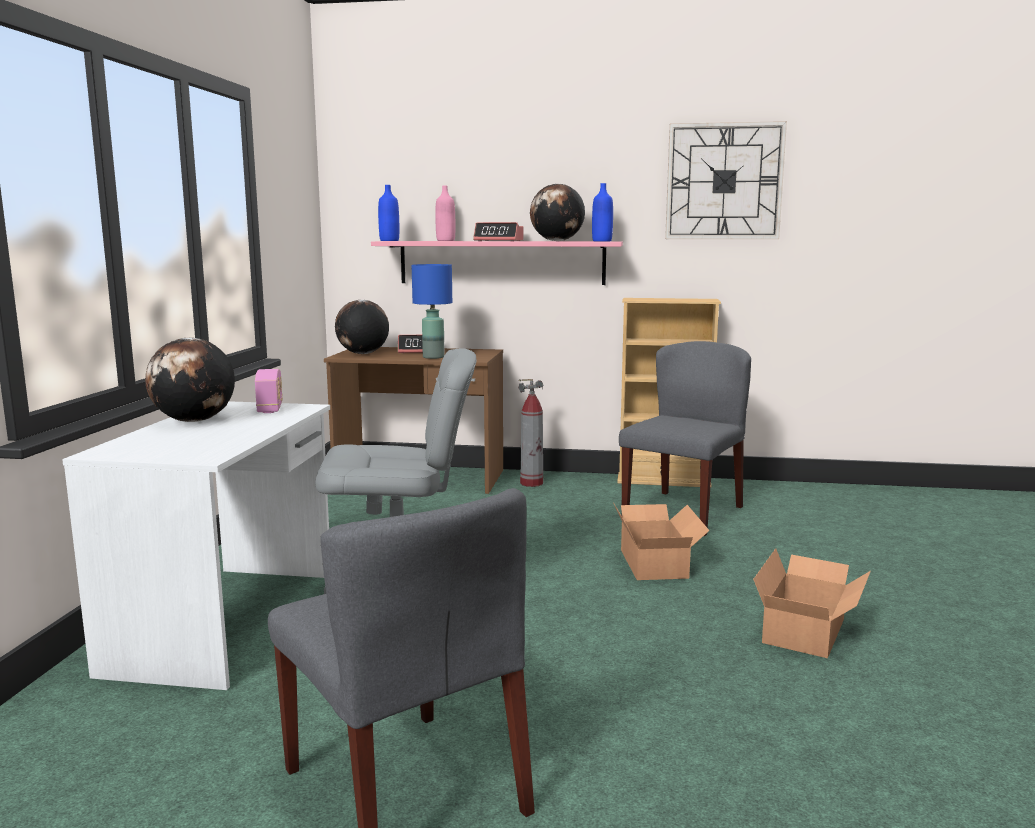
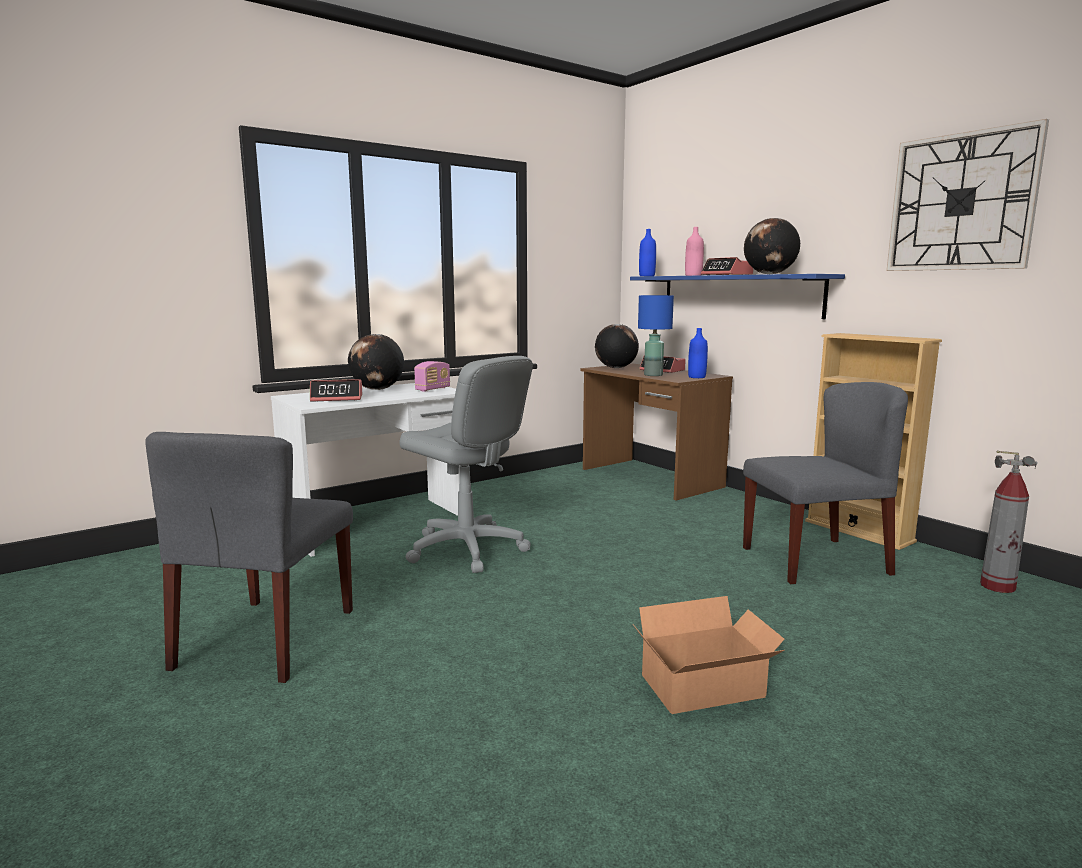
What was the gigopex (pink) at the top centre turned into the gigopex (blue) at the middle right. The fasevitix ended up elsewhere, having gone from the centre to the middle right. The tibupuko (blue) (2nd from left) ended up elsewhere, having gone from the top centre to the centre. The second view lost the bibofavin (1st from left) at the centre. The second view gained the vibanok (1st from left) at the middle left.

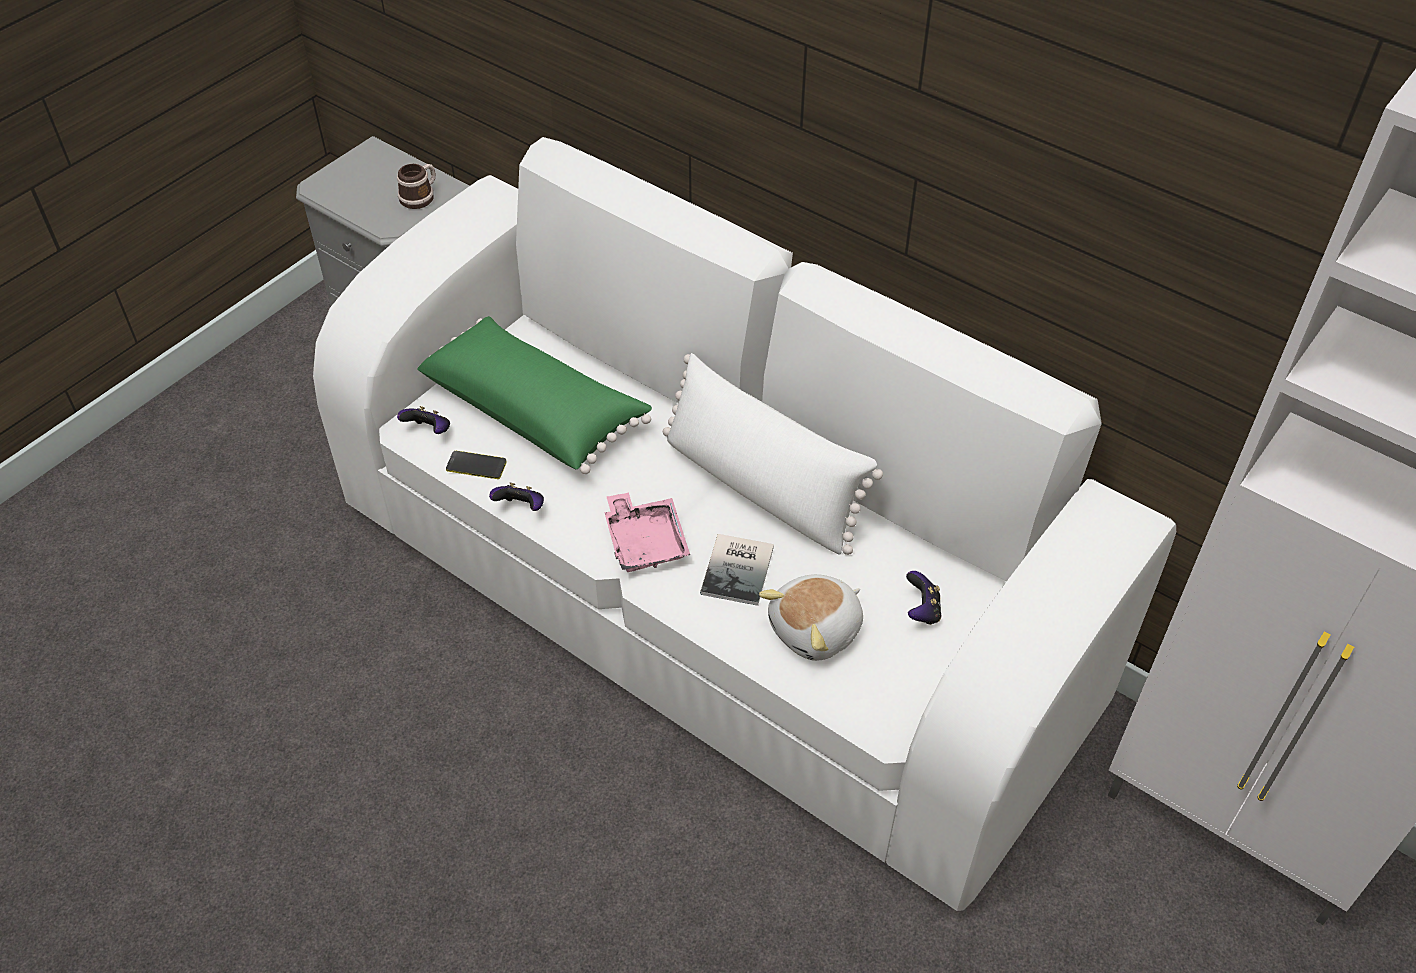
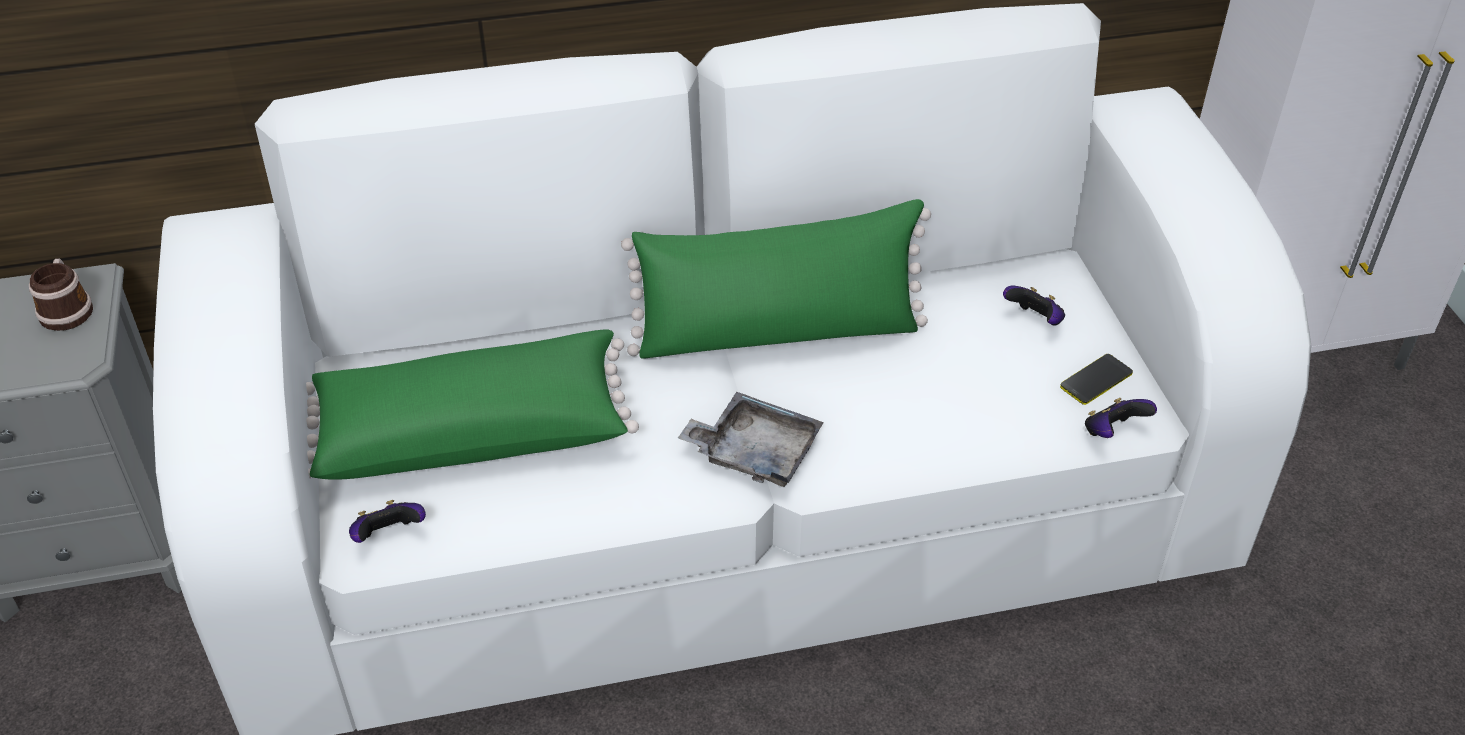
The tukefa ended up elsewhere, having gone from the centre to the middle right. The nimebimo (2nd from left in the first image) ended up elsewhere, having gone from the centre to the middle right. What was the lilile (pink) at the centre turned into the lilile (grey) at the centre. What was the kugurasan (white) at the centre turned into the kugurasan (green) (2nd from left) at the centre. The second view lost the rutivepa at the centre. The second view lost the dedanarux at the centre.

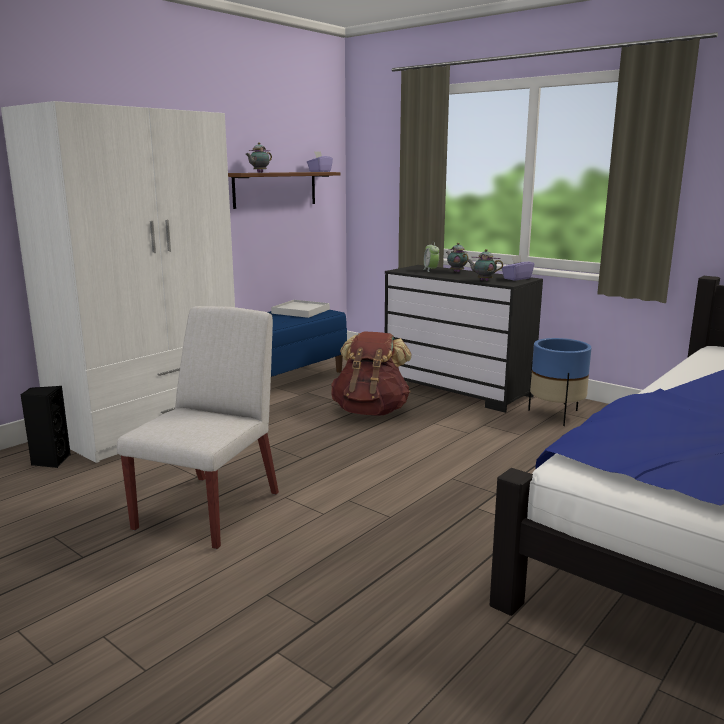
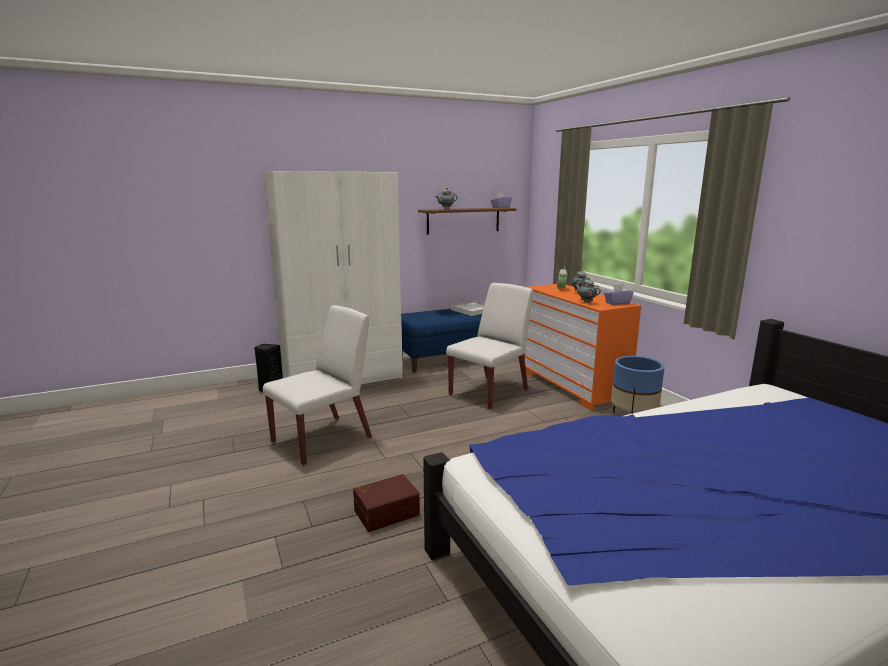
Where the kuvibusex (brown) stood at the centre, the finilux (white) (2nd from left) came to stand at the centre. What was the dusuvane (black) at the centre turned into the dusuvane (orange) at the centre. The second view gained the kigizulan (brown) at the bottom centre.

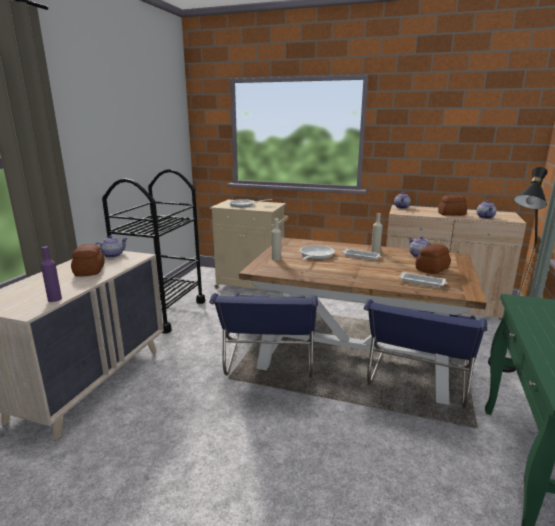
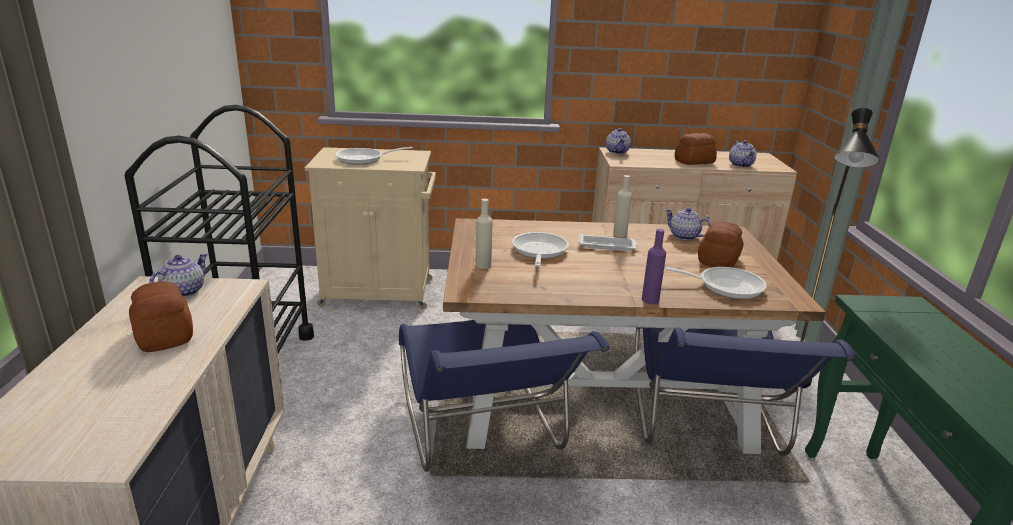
The tibupuko (purple) ended up elsewhere, having gone from the middle left to the centre. Where the lilile (white) (2nd from left) stood at the middle right, the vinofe (3rd from left) came to stand at the middle right.

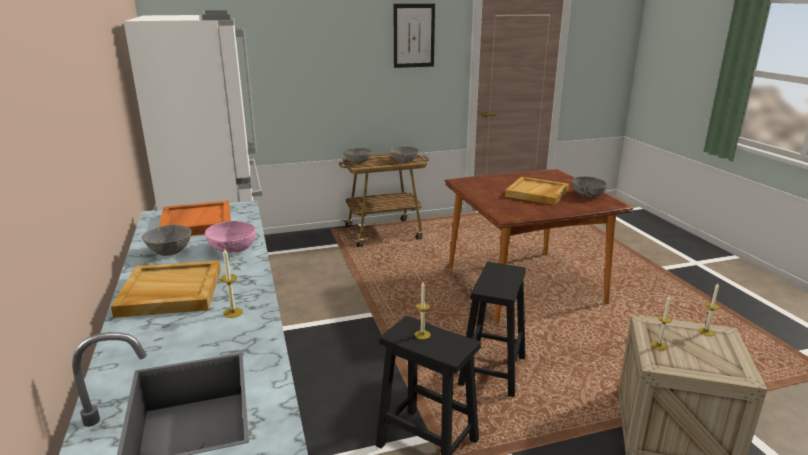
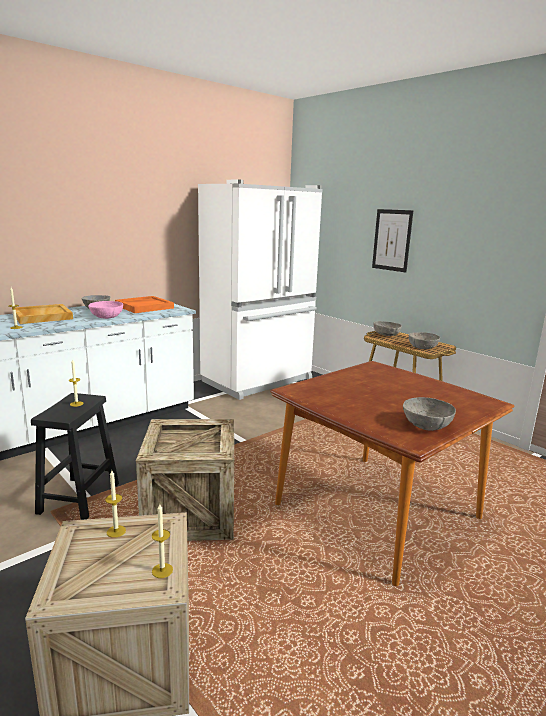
The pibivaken ended up elsewhere, having gone from the top centre to the middle right. Where the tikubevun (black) (2nd from left) stood at the bottom centre, the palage (2nd from left) came to stand at the bottom centre. The second view lost the lilile (beige) (2nd from left) at the centre.

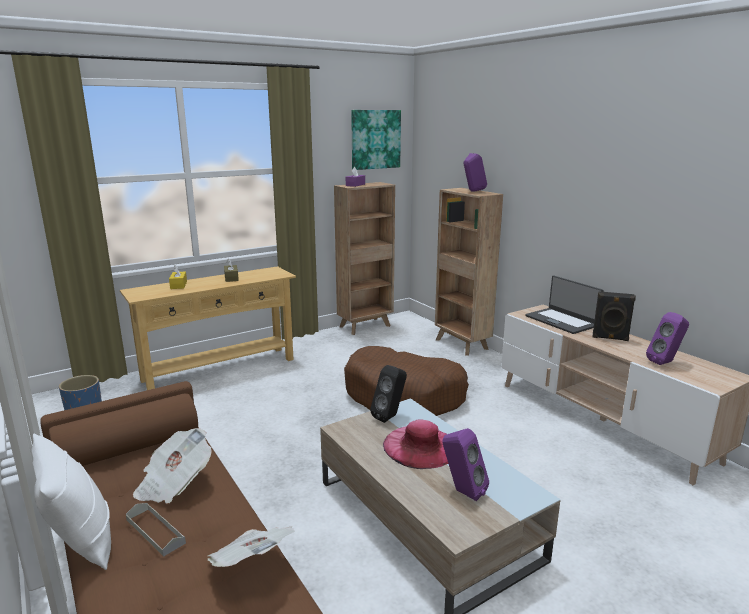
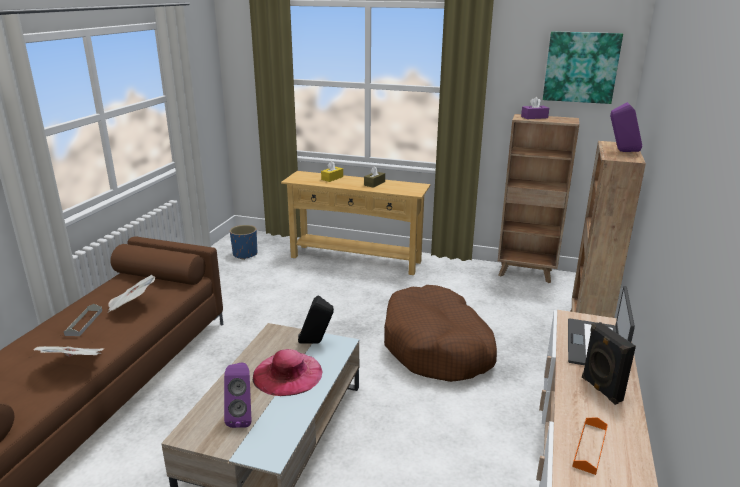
The second view lost the kugurasan (white) at the bottom left. Where the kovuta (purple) (3rd from left) stood at the middle right, the lilile (orange) came to stand at the bottom right.

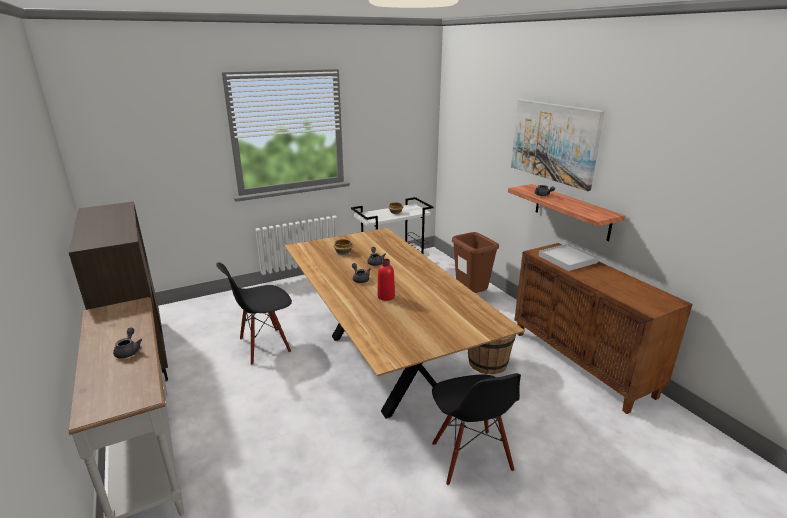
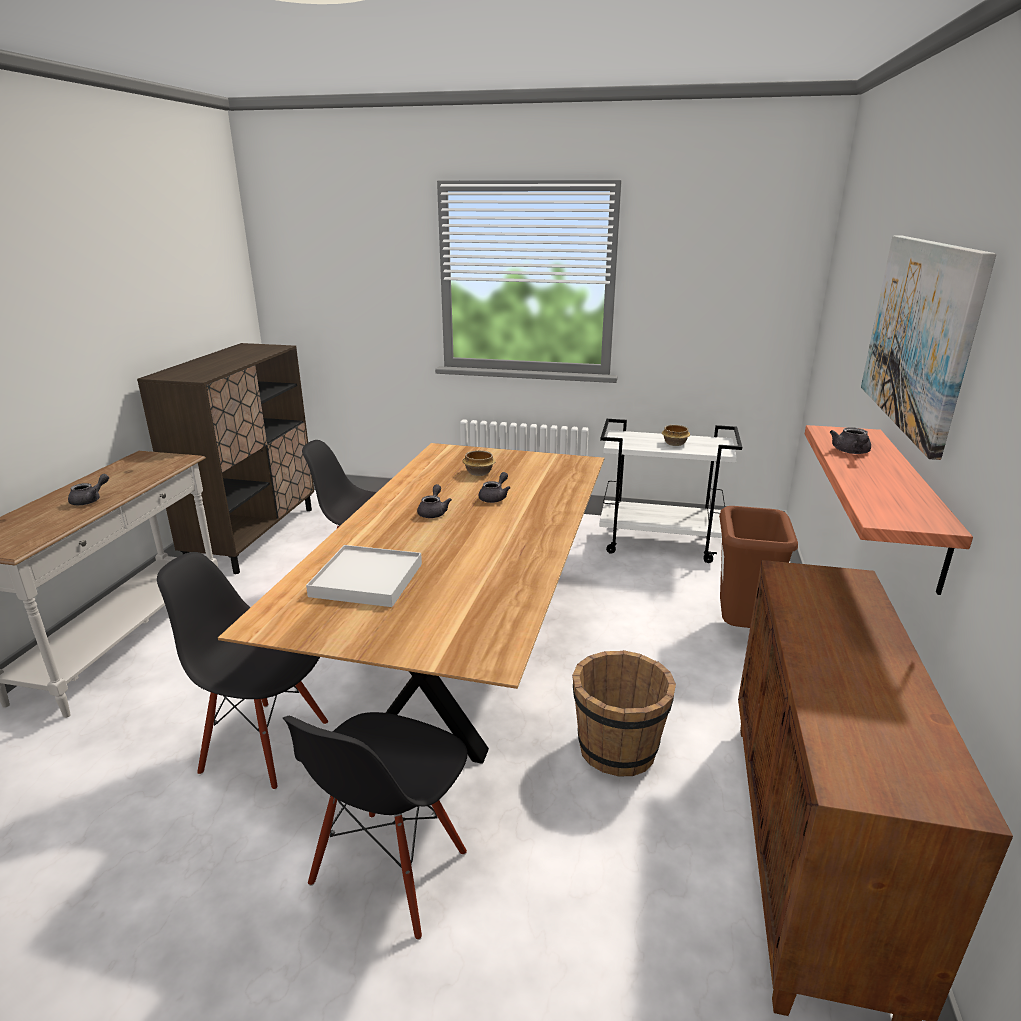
The second view lost the tibupuko (red) at the centre. The lilile (white) ended up elsewhere, having gone from the middle right to the centre. The second view gained the finilux (black) (1st from left) at the middle left.

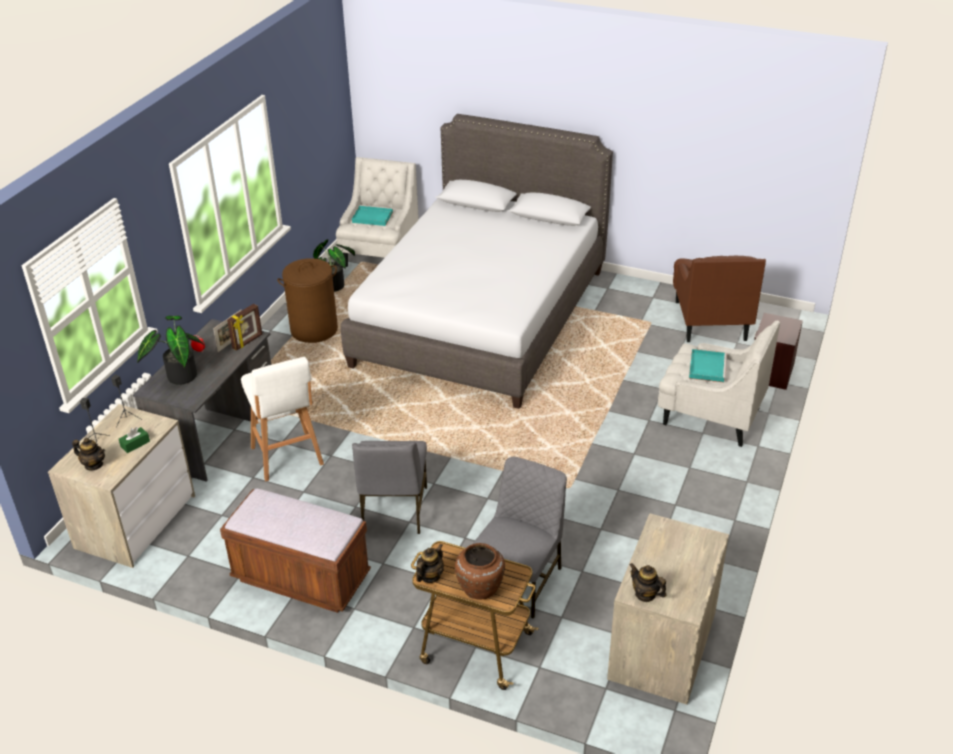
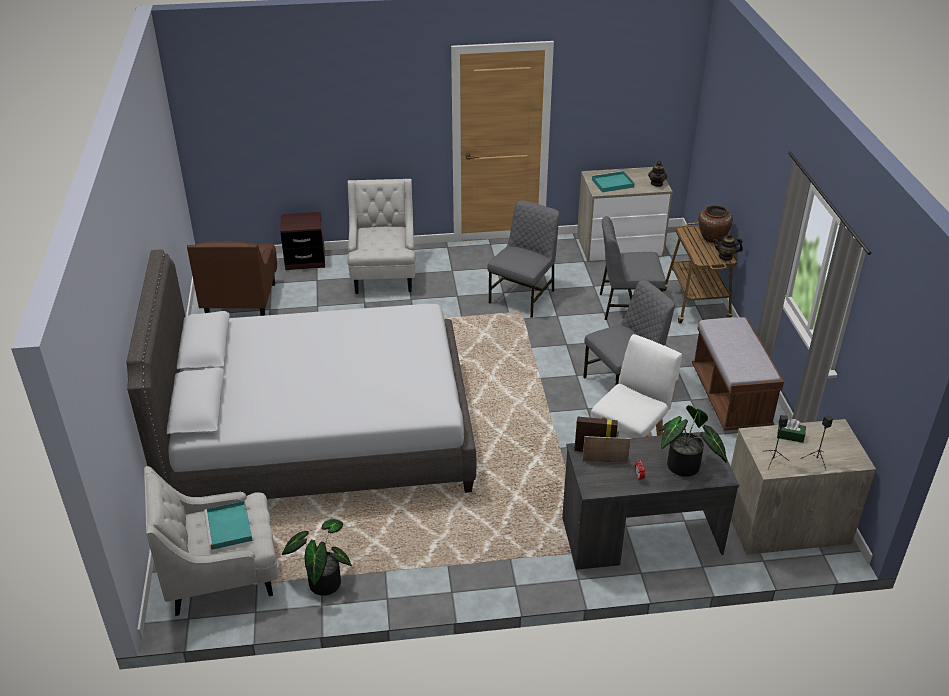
The second view lost the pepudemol (1st from left) at the middle left. The second view lost the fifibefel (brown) at the middle left. The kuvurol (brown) at the middle right ended up facing another way, 120 degrees clockwise from before. The lilile (turquoise) (2nd from left) ended up elsewhere, having gone from the middle right to the top centre. The second view gained the finilux (grey) (1st from left) at the centre.

